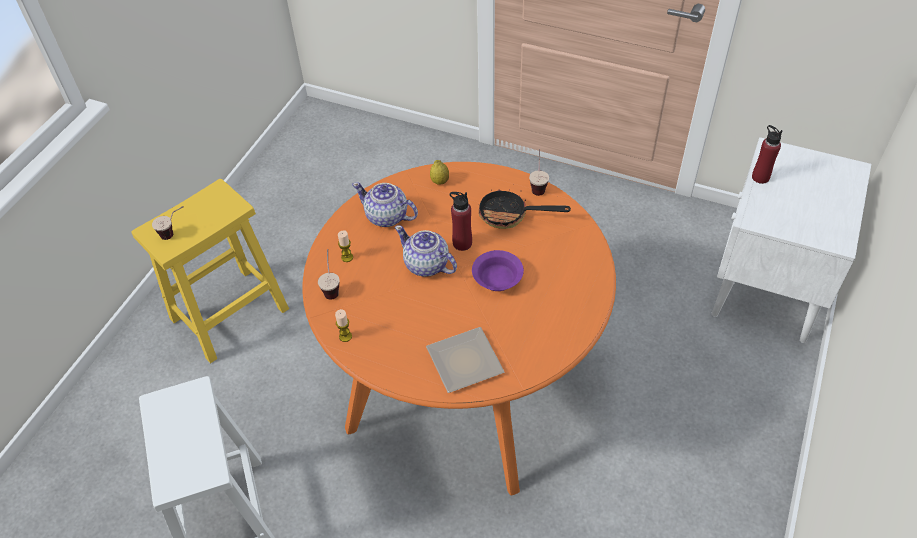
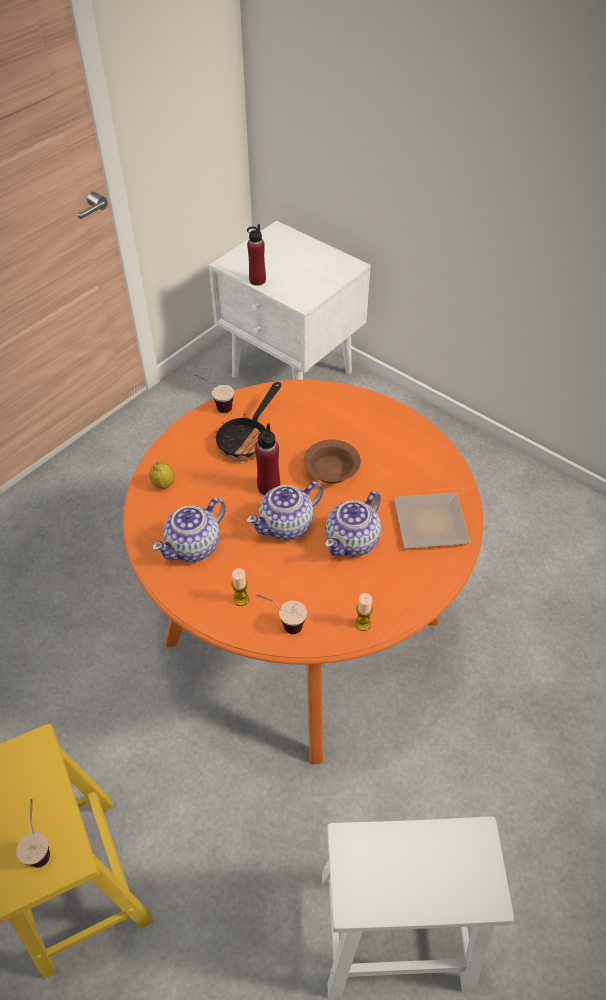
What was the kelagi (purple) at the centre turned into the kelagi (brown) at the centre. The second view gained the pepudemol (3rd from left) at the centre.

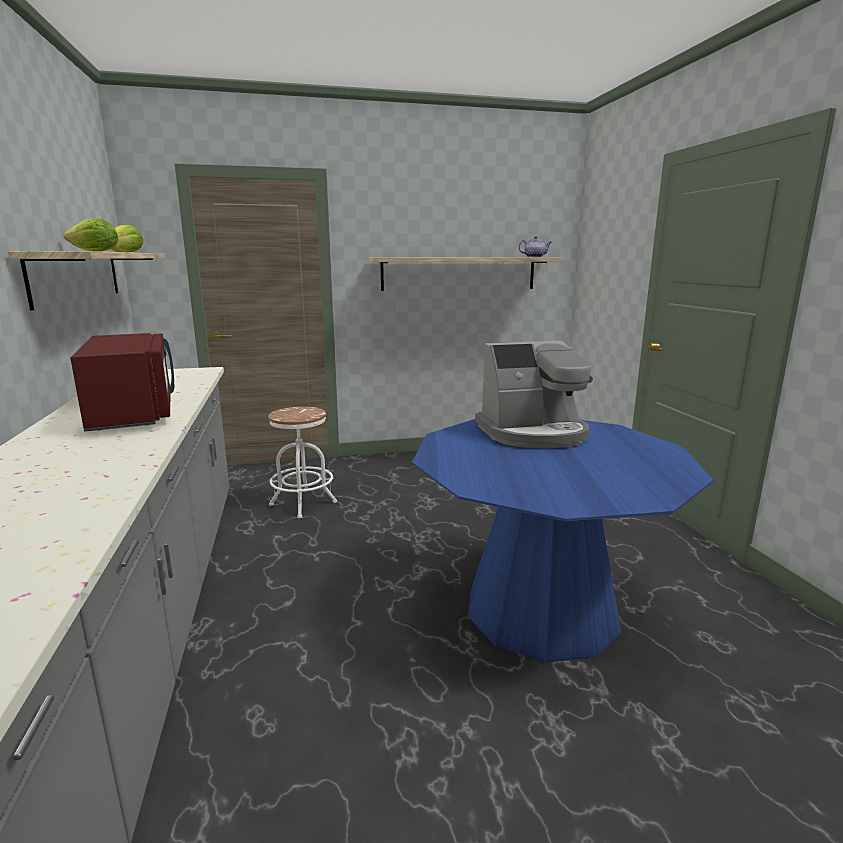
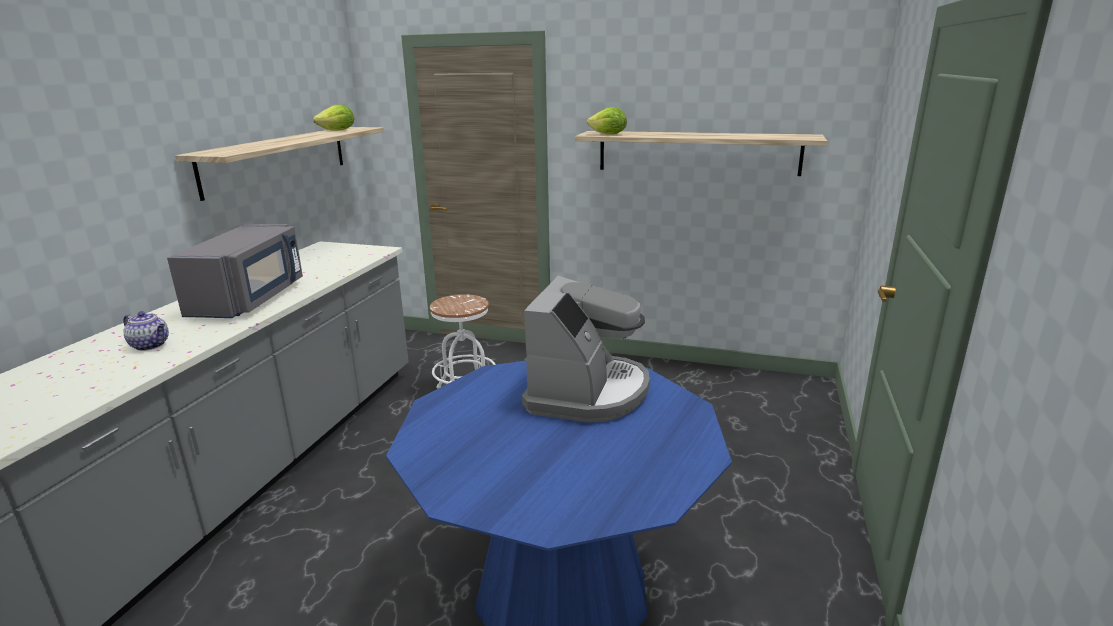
The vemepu (1st from left in the first image) ended up elsewhere, having gone from the top left to the top centre. What was the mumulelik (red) at the middle left turned into the mumulelik (grey) at the middle left. The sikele at the centre ended up facing another way, 90 degrees counterclockwise from before. The pepudemol ended up elsewhere, having gone from the top centre to the middle left.

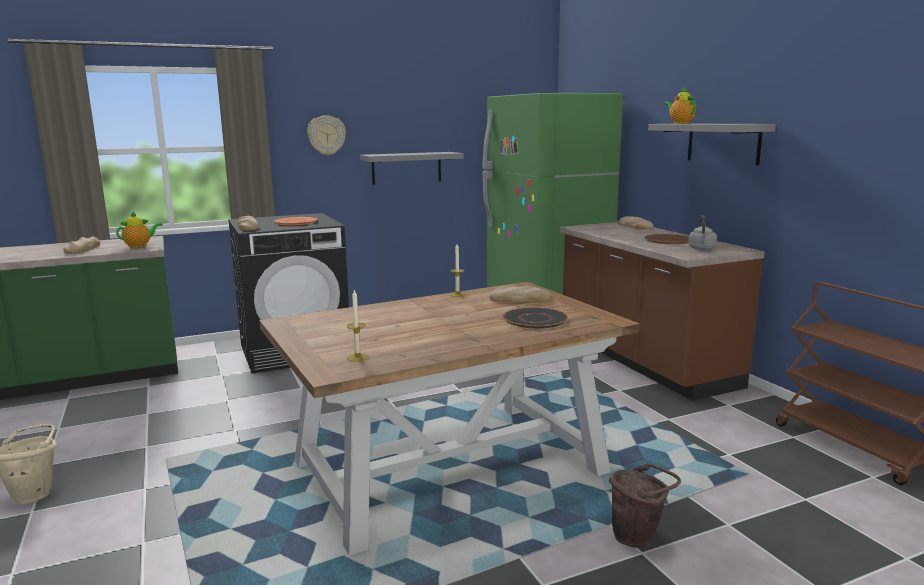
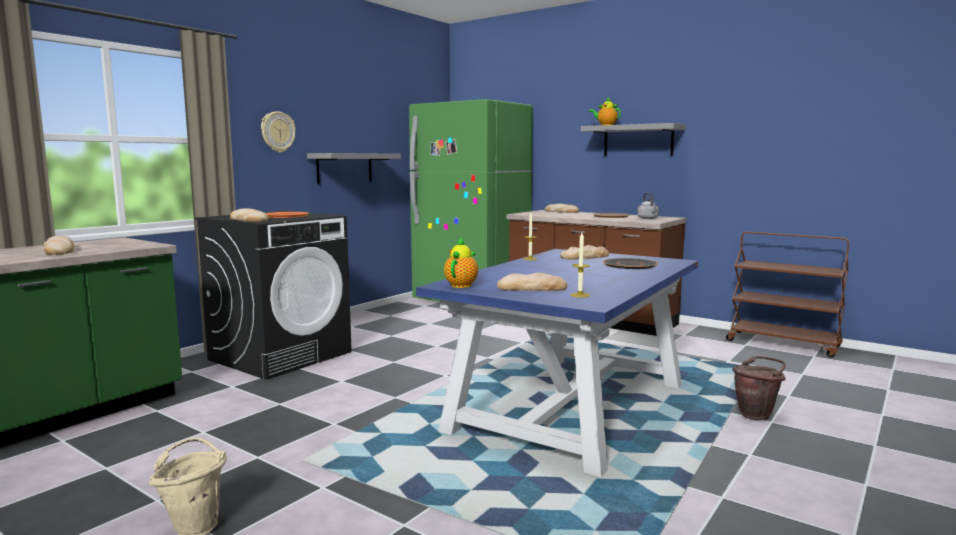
The pepudemol (1st from left) ended up elsewhere, having gone from the middle left to the centre. What was the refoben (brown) at the bottom centre turned into the refoben (blue) at the bottom centre. The second view gained the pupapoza (3rd from left) at the centre.

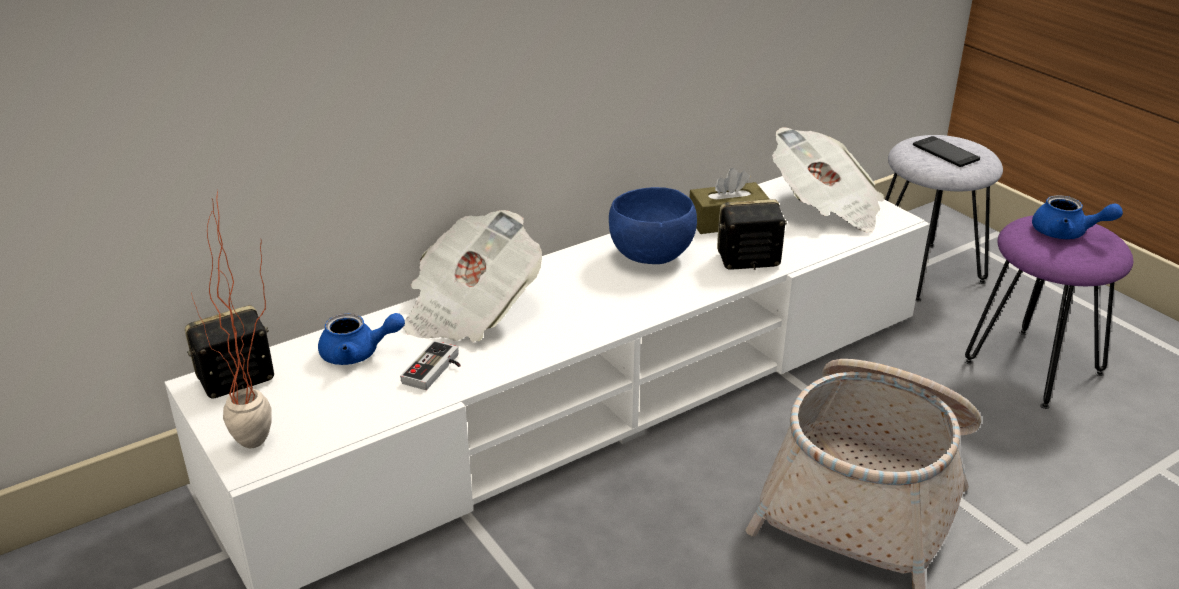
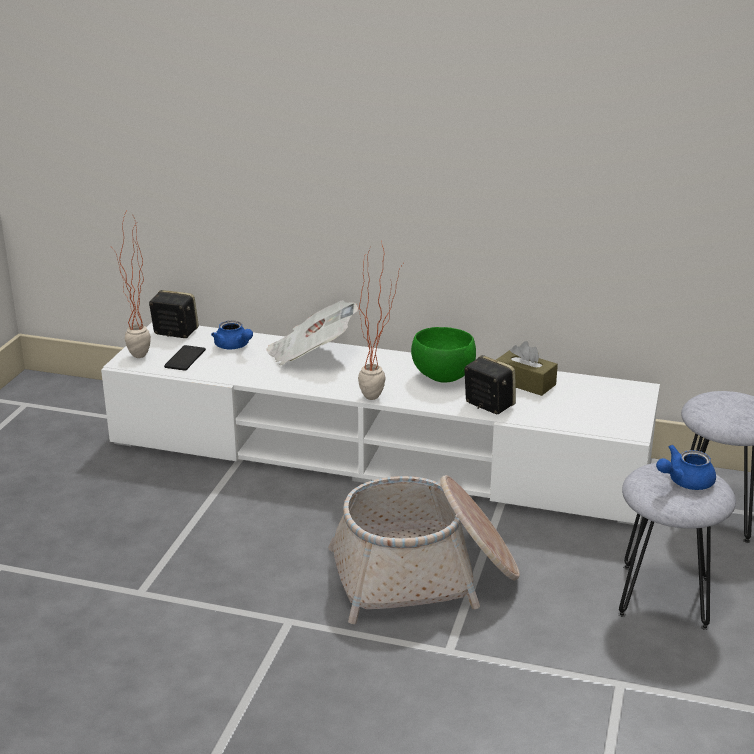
The second view lost the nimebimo at the centre. What was the kelagi (blue) at the centre turned into the kelagi (green) at the centre. The second view lost the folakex (2nd from left) at the top right. The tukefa ended up elsewhere, having gone from the top right to the middle left. What was the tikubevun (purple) at the middle right turned into the tikubevun (grey) (1st from left) at the bottom right. The pepudemol (blue) (2nd from left) at the middle right ended up facing another way, 75 degrees clockwise from before. The second view gained the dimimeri (2nd from left) at the centre.

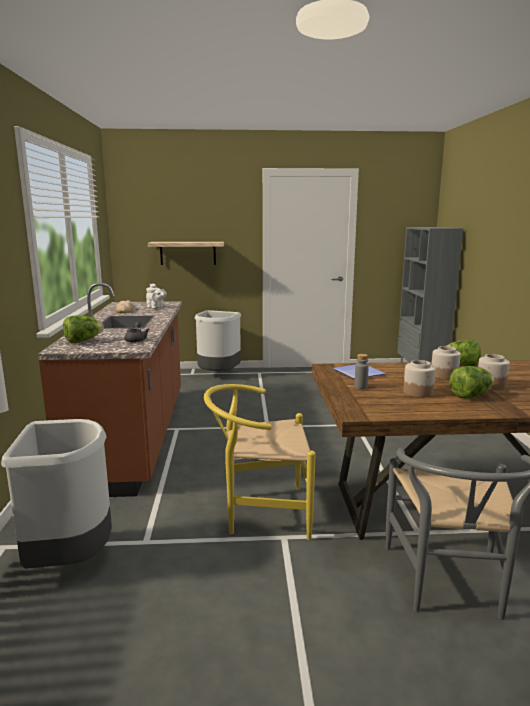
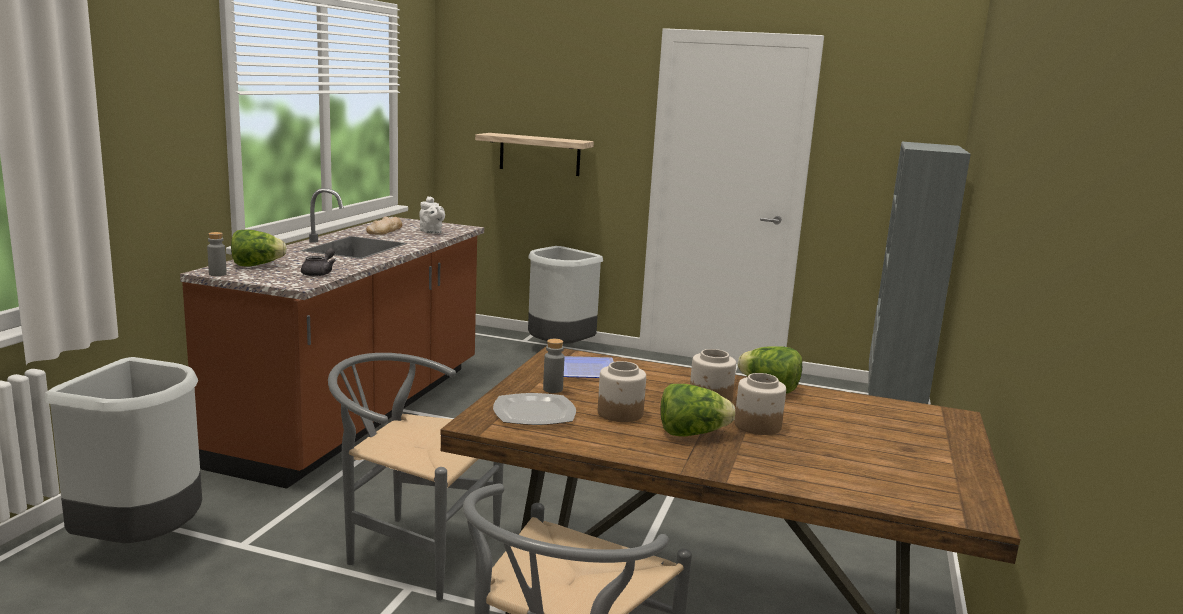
What was the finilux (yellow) at the centre turned into the finilux (grey) (1st from left) at the bottom centre. The second view gained the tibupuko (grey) (1st from left) at the middle left. The second view gained the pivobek (1st from left) at the centre.

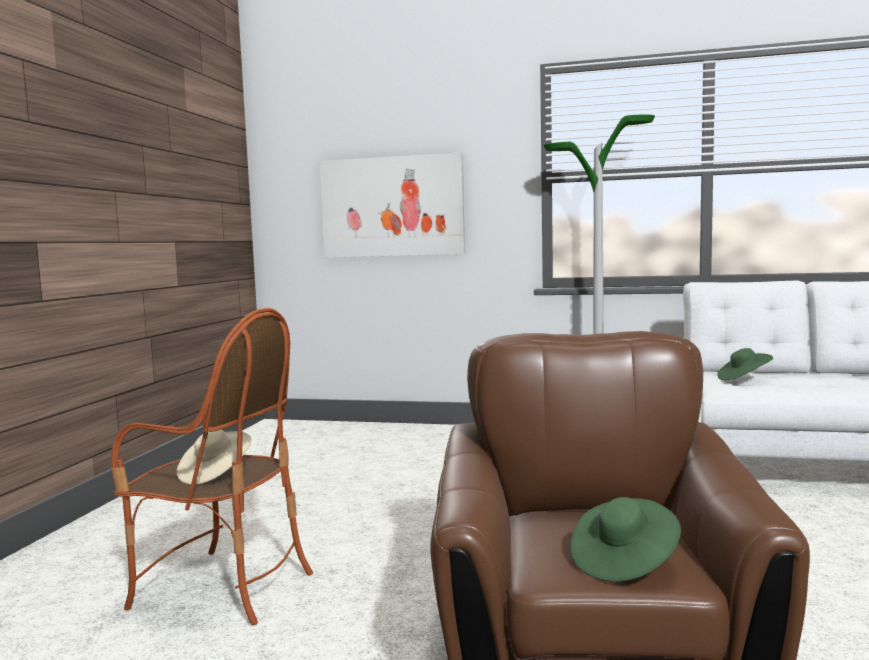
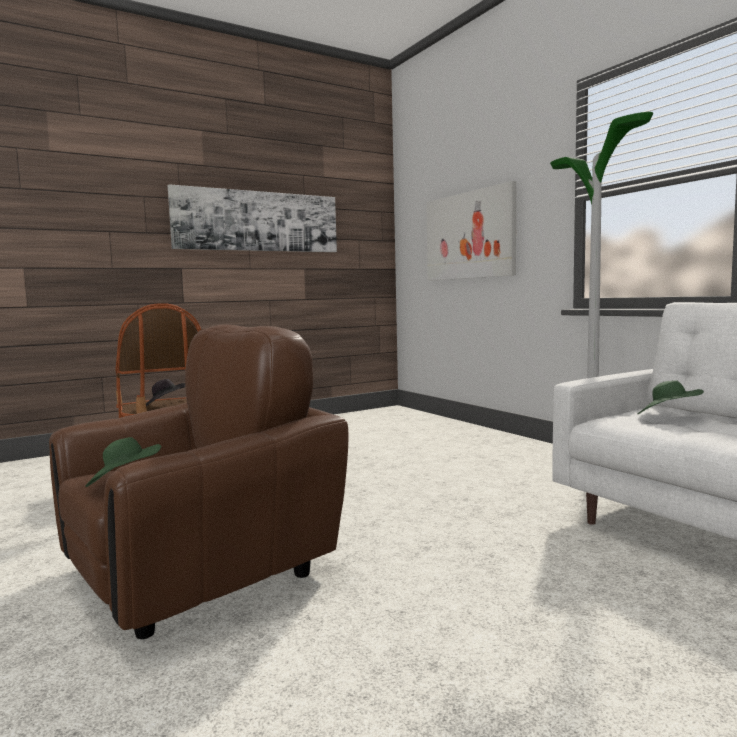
What was the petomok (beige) at the bottom left turned into the petomok (black) at the middle left. The second view gained the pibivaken (1st from left) at the top centre.

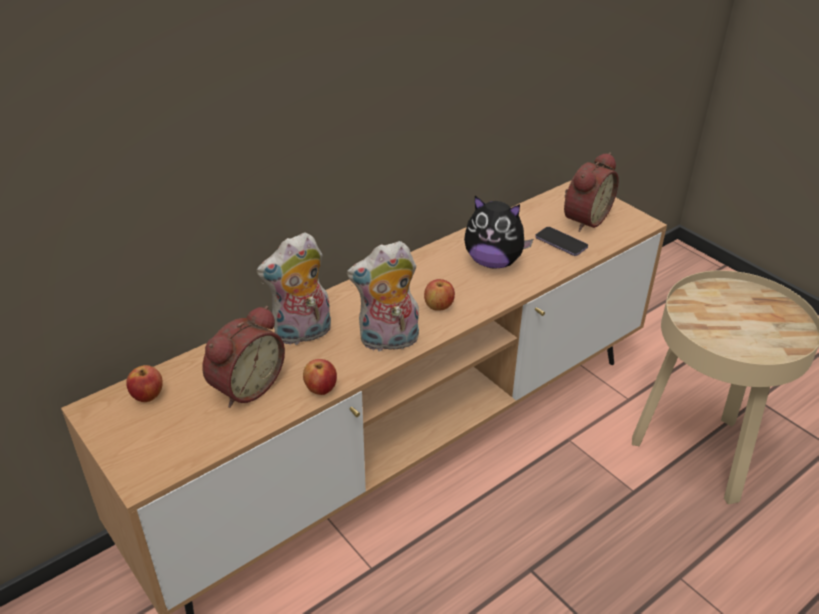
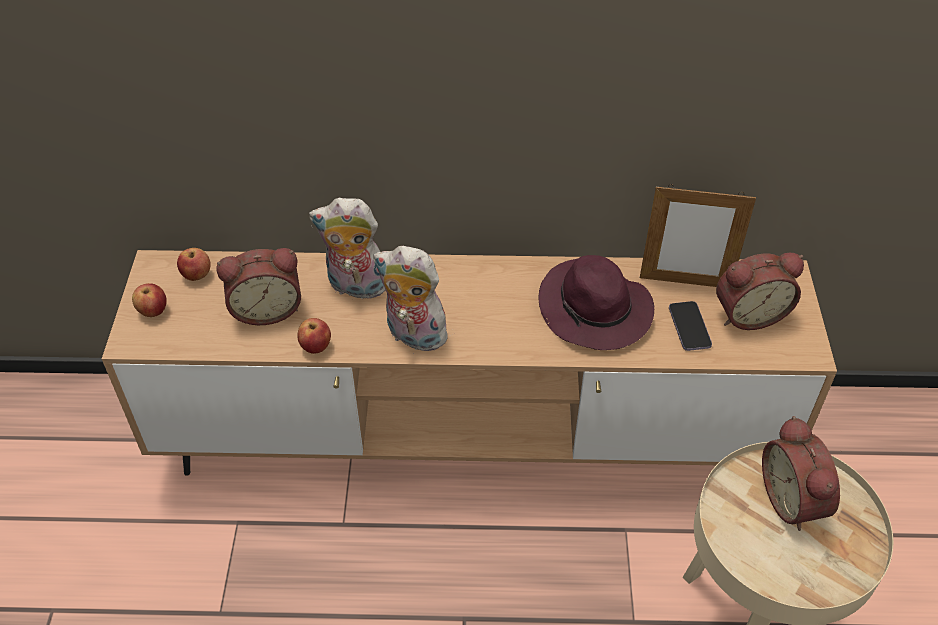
The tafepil (3rd from left in the first image) ended up elsewhere, having gone from the centre to the middle left. Where the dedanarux (3rd from left) stood at the centre, the petomok (purple) came to stand at the centre. The second view gained the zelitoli at the middle right. The second view gained the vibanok (3rd from left) at the bottom right.

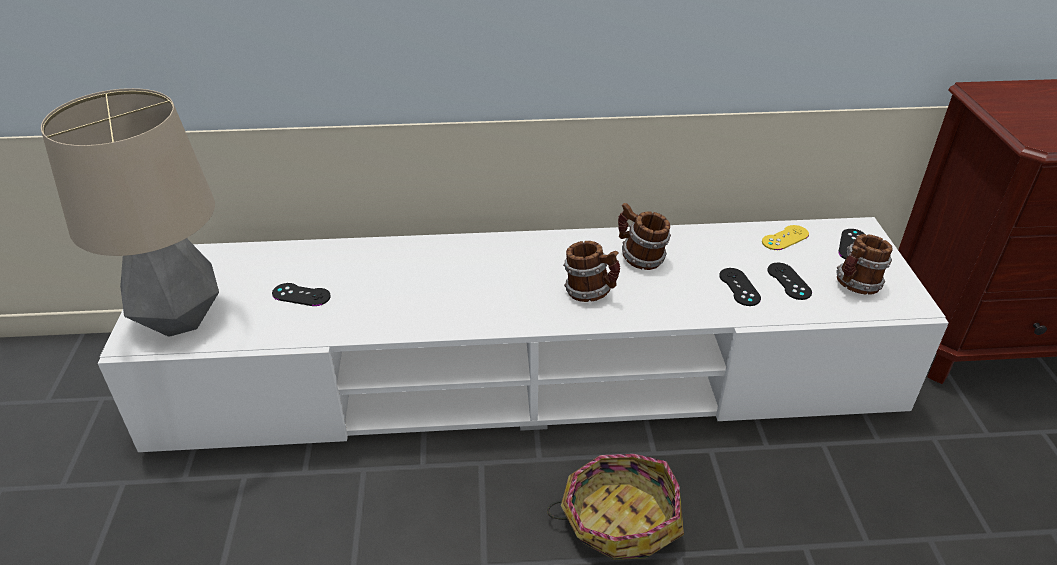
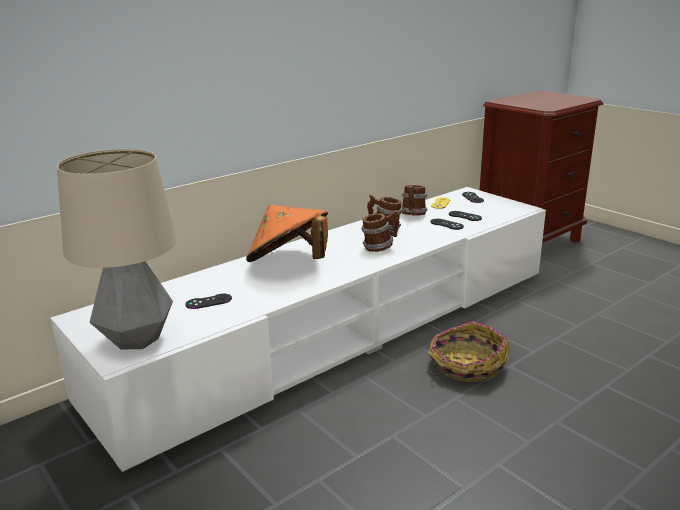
The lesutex (3rd from left) ended up elsewhere, having gone from the middle right to the centre. The second view gained the petomok (orange) at the centre.

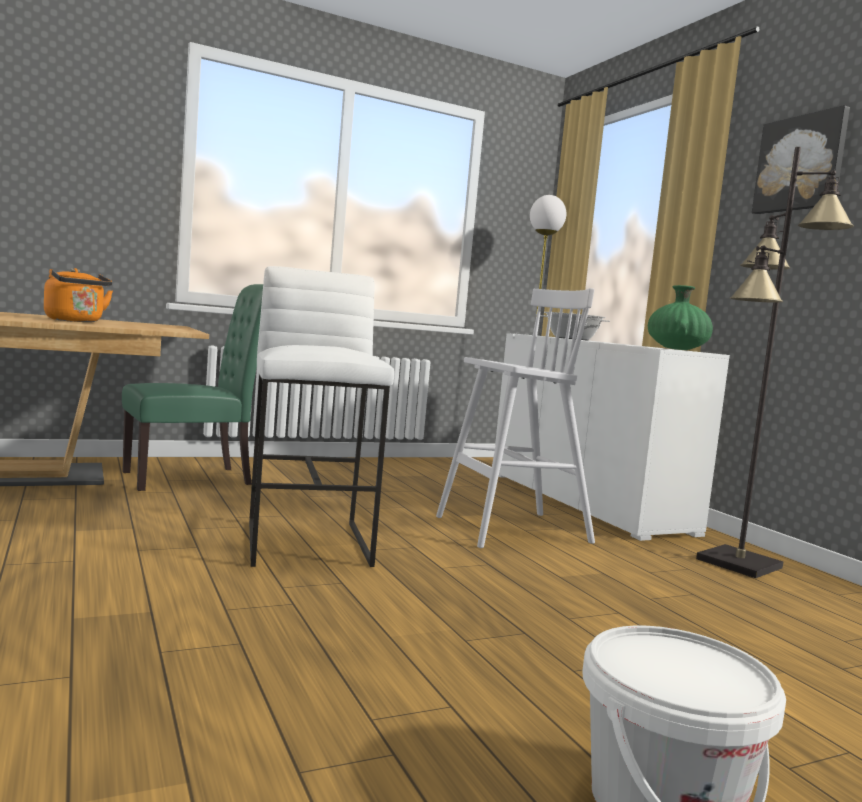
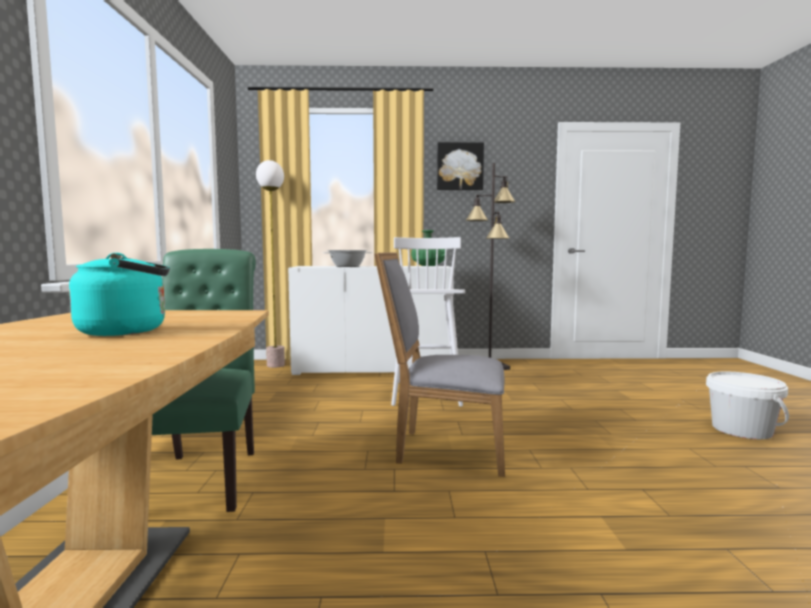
What was the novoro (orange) at the middle left turned into the novoro (turquoise) at the middle left. Where the tikubevun (white) (1st from left) stood at the centre, the finilux (grey) came to stand at the centre.

